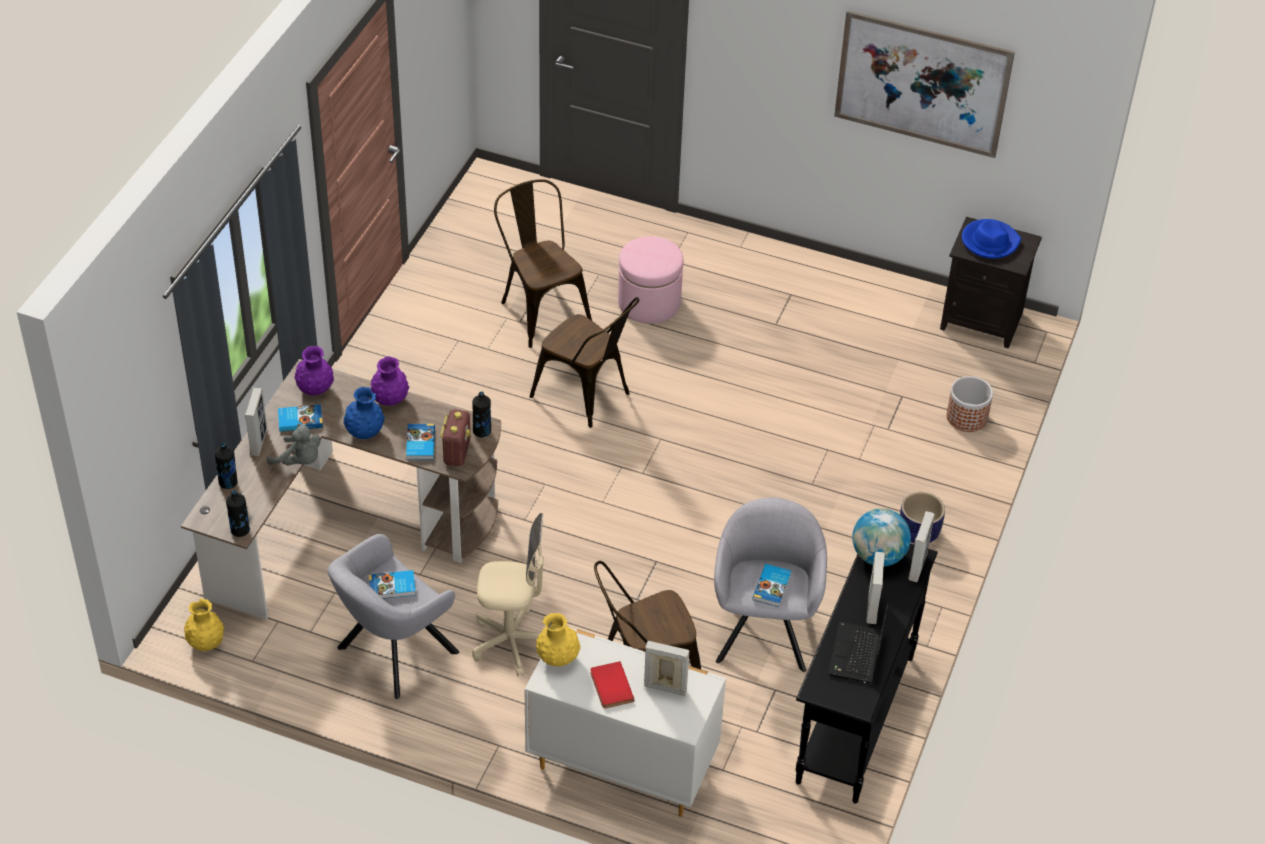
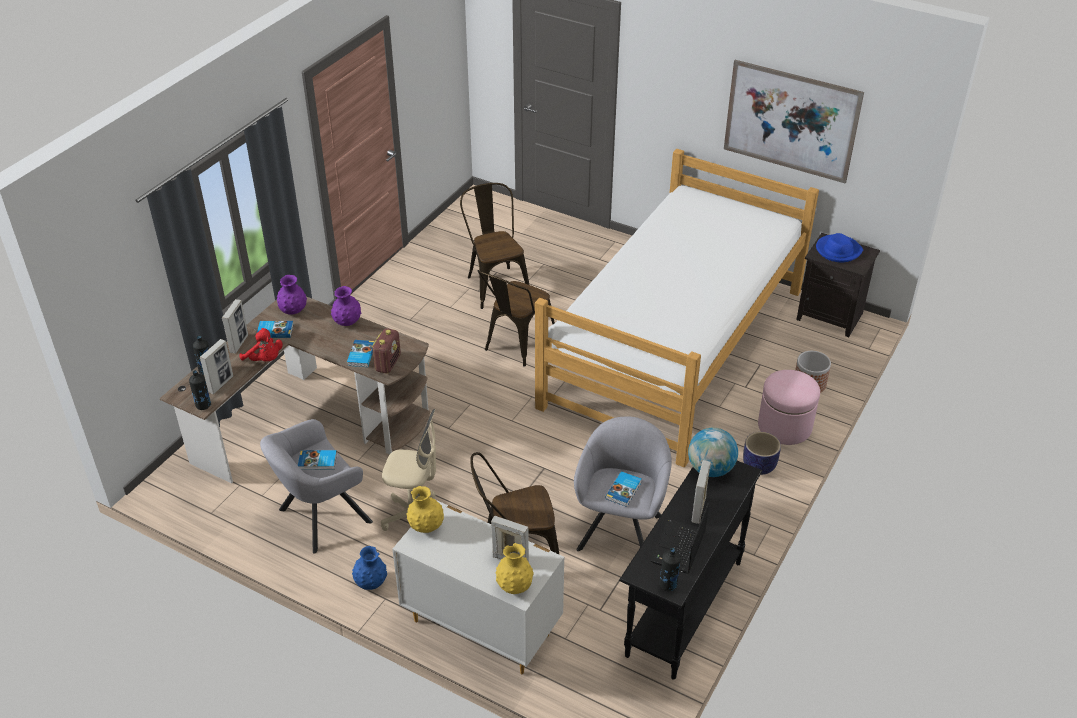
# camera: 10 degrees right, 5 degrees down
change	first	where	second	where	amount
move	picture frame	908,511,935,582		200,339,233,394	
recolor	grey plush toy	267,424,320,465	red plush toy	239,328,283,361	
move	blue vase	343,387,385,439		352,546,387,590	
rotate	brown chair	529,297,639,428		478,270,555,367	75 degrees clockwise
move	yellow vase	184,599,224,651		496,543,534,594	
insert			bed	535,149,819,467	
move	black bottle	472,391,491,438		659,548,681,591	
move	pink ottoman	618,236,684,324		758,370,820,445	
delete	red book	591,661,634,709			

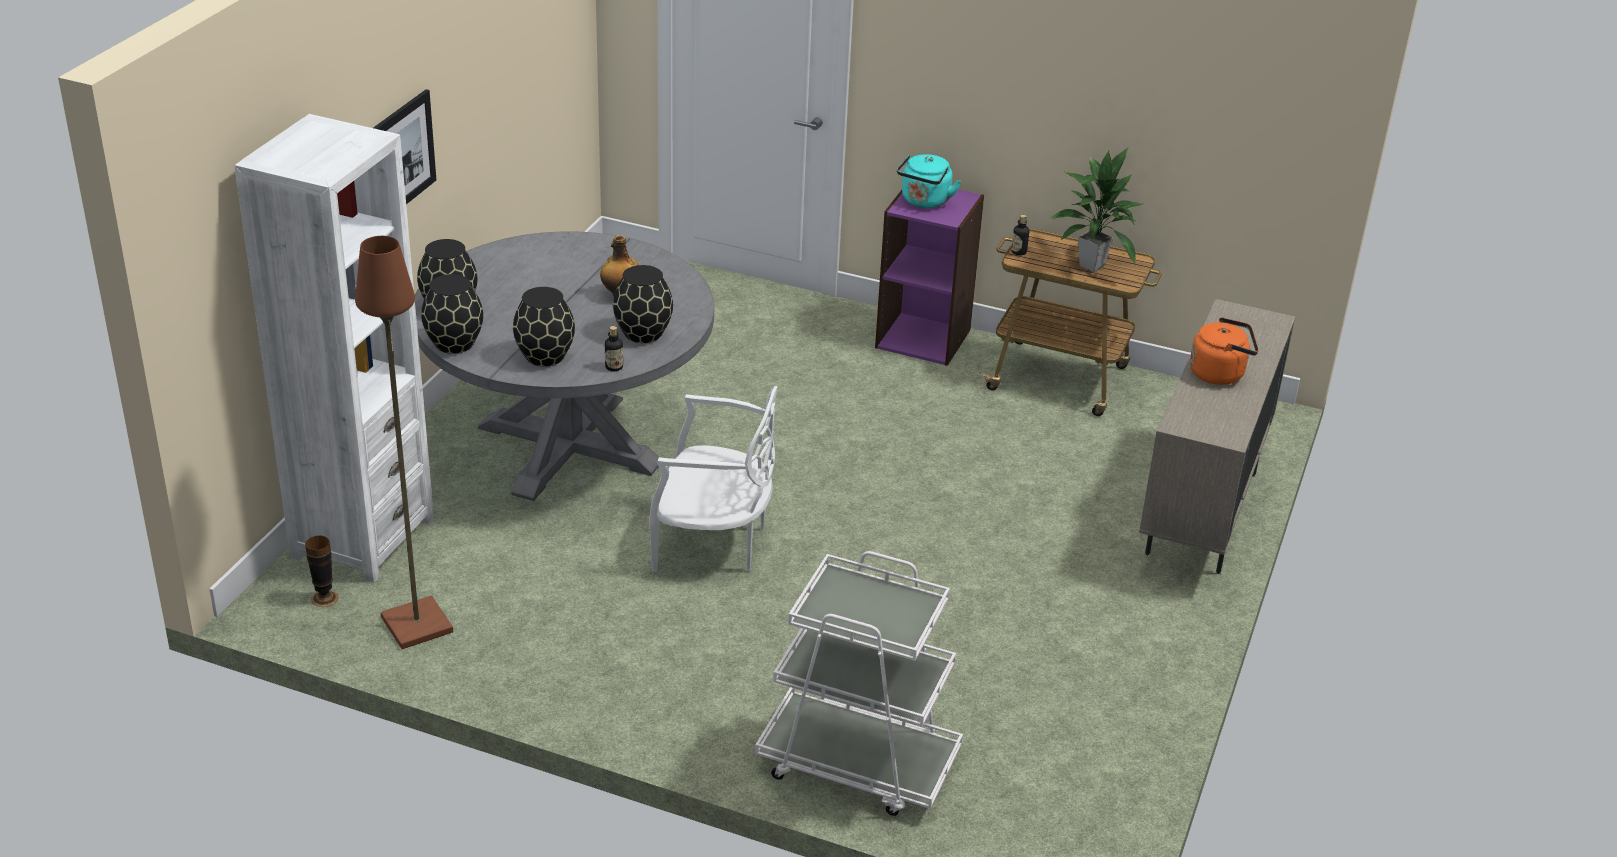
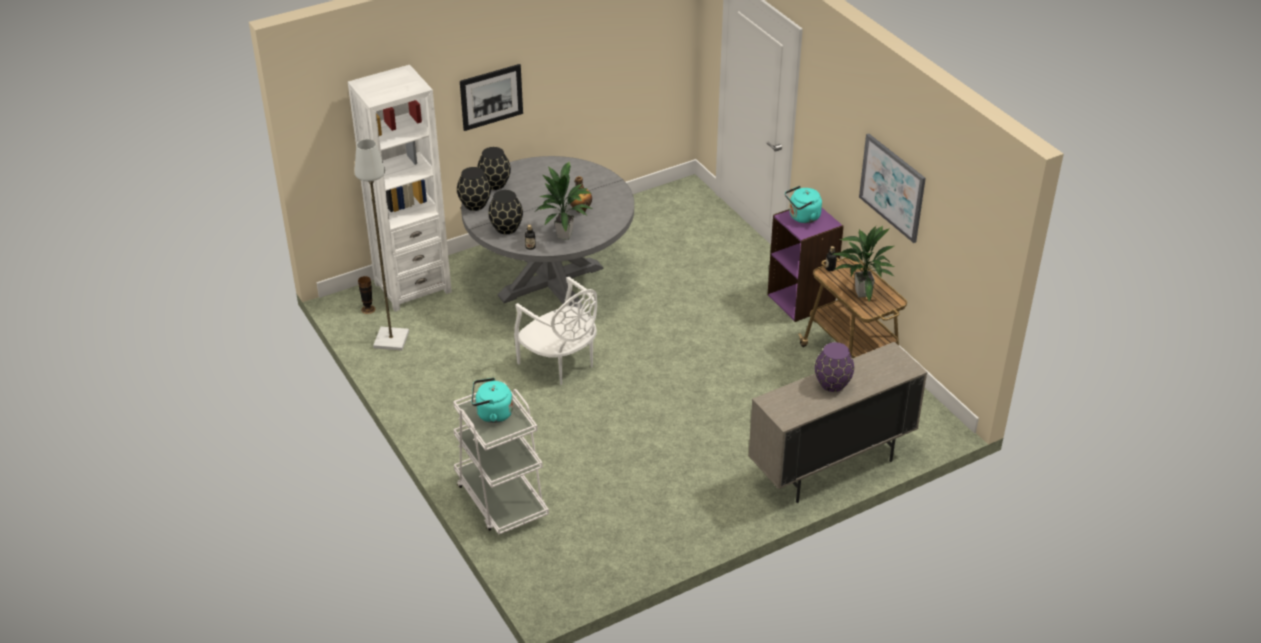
# camera: 40 degrees right, 5 degrees up
change	first	where	second	where	amount
recolor	brown floor lamp	355,236,453,649	grey floor lamp	354,139,409,351	
insert			turquoise kettle	472,378,513,423	
replace	black vase	613,265,673,343	potted plant	534,161,592,240	
replace	orange kettle	1190,317,1259,385	purple vase	815,342,854,392	
insert			picture	859,134,926,243	

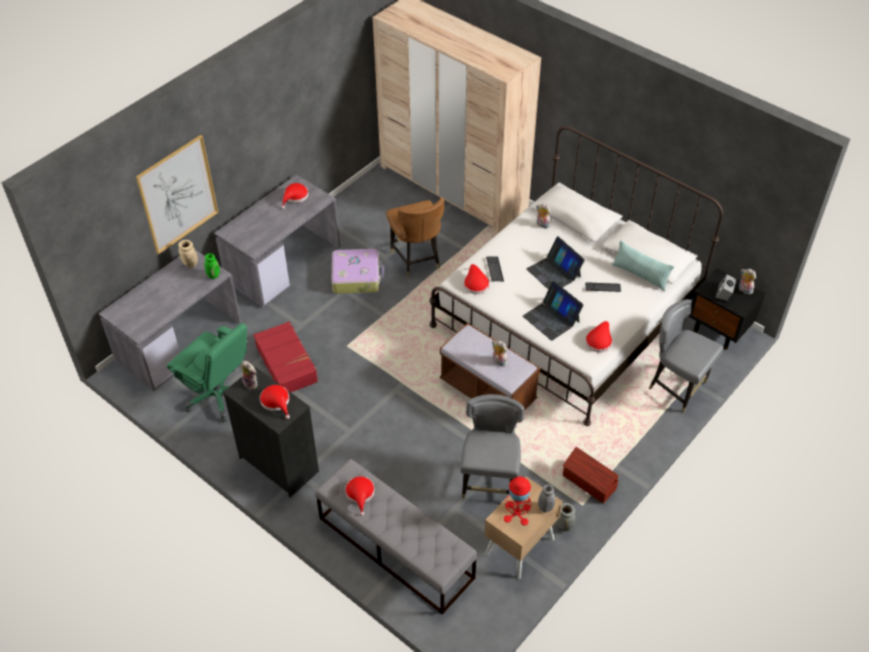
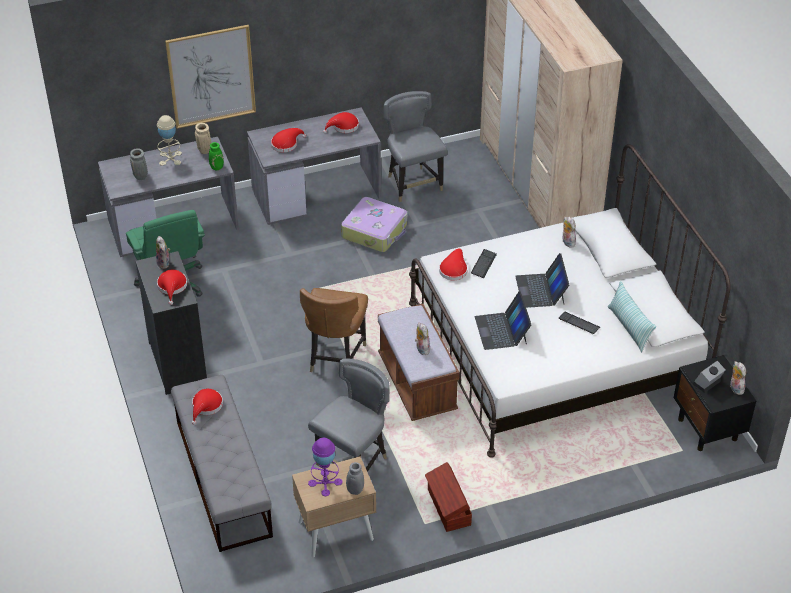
# camera: 30 degrees right, 5 degrees down
change	first	where	second	where	amount
move	grey vase	556,503,576,531		130,148,148,180	
insert			beige table lamp	157,115,182,166	
move	red hat	585,321,612,352		271,128,306,152	
move	brown chair	386,198,444,277		300,288,368,372	
recolor	red table lamp	504,477,531,525	purple table lamp	308,438,343,496	
move	grey chair	649,299,724,413		384,91,448,202	
delete	red suitcase	253,321,318,392			

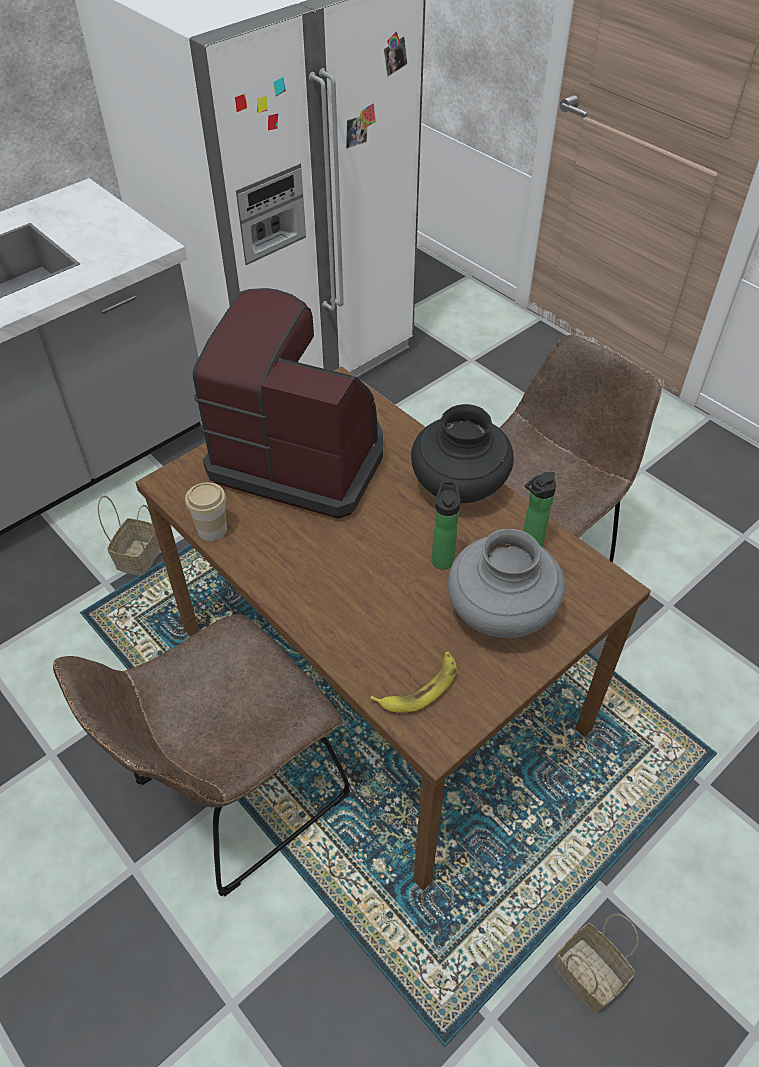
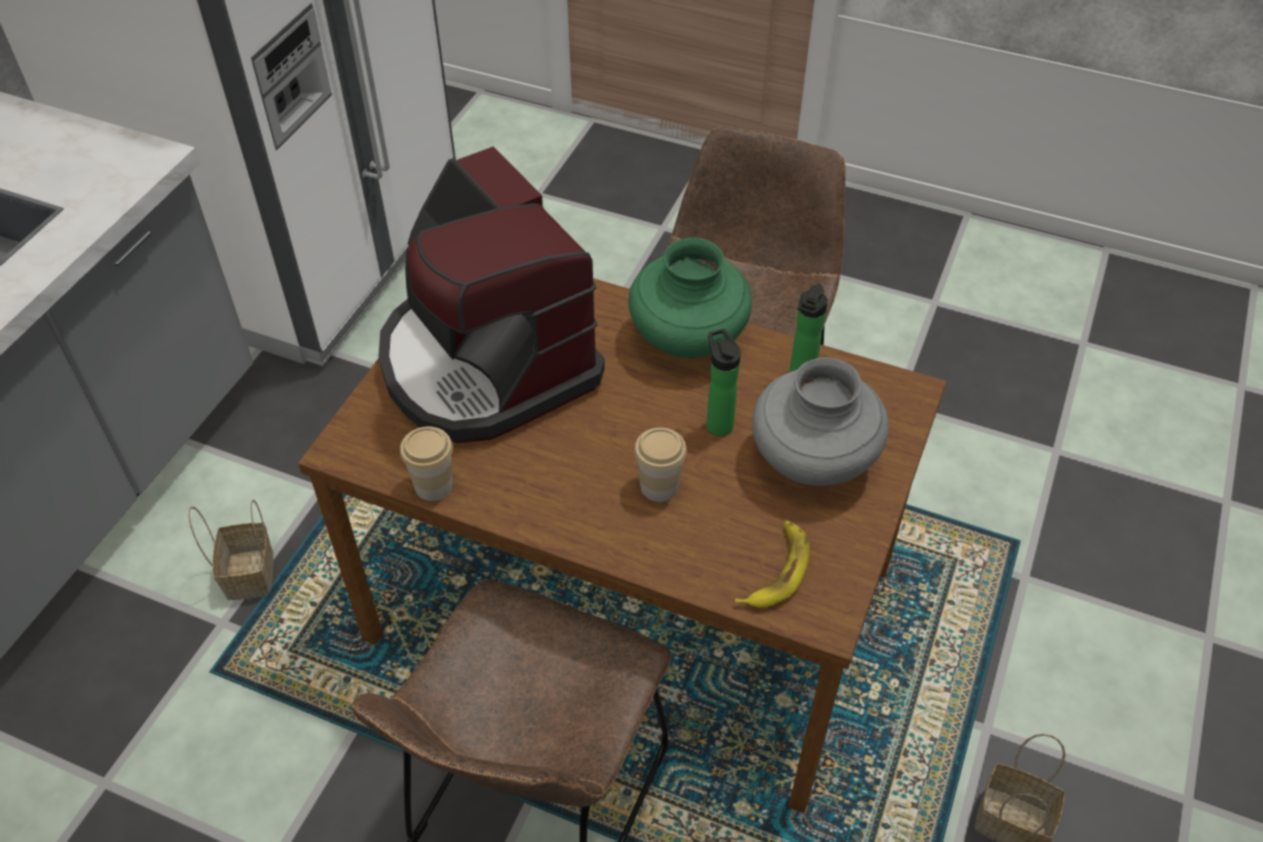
# camera: 25 degrees left, 0 degrees up
change	first	where	second	where	amount
rotate	coffee machine	193,288,383,519		378,146,605,443	120 degrees counterclockwise
recolor	black vase	411,404,514,503	green vase	628,238,752,358	
insert			cup	634,427,687,502	

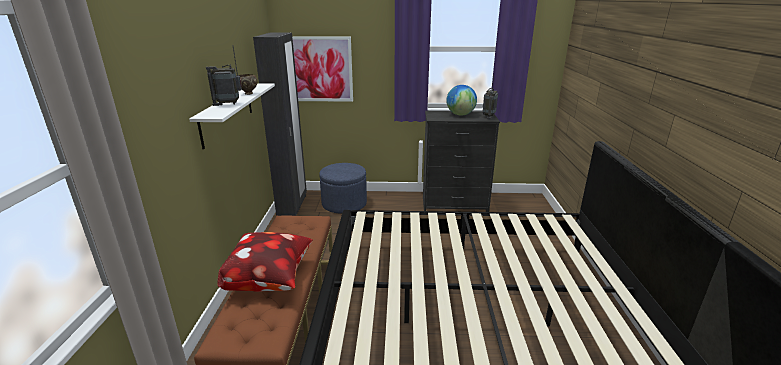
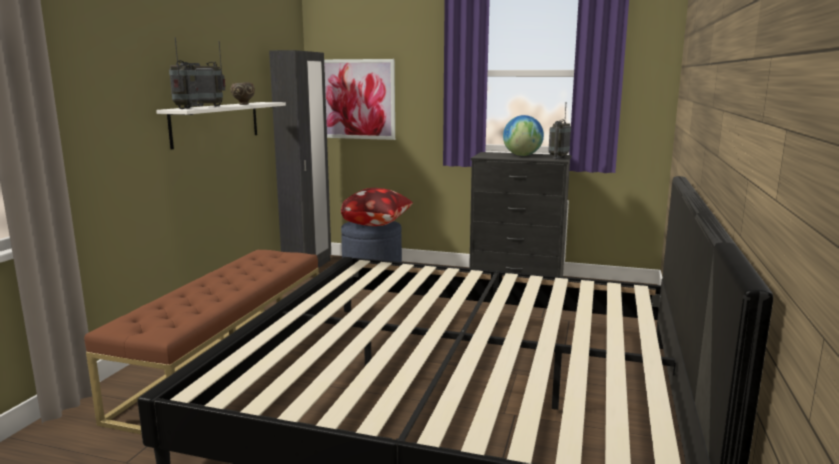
# camera: 15 degrees right, 10 degrees down
change	first	where	second	where	amount
insert			radio	169,37,199,109	
move	pillow	217,232,313,292		341,188,413,226	

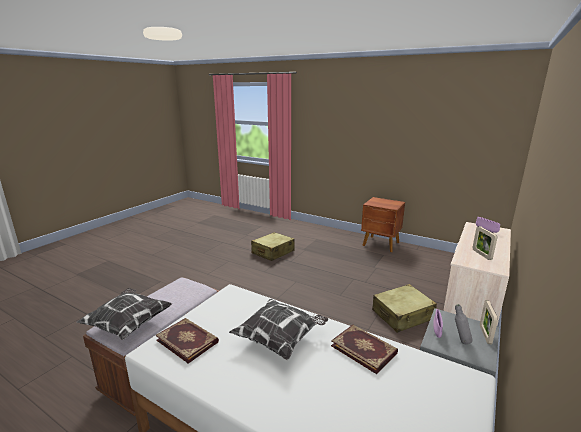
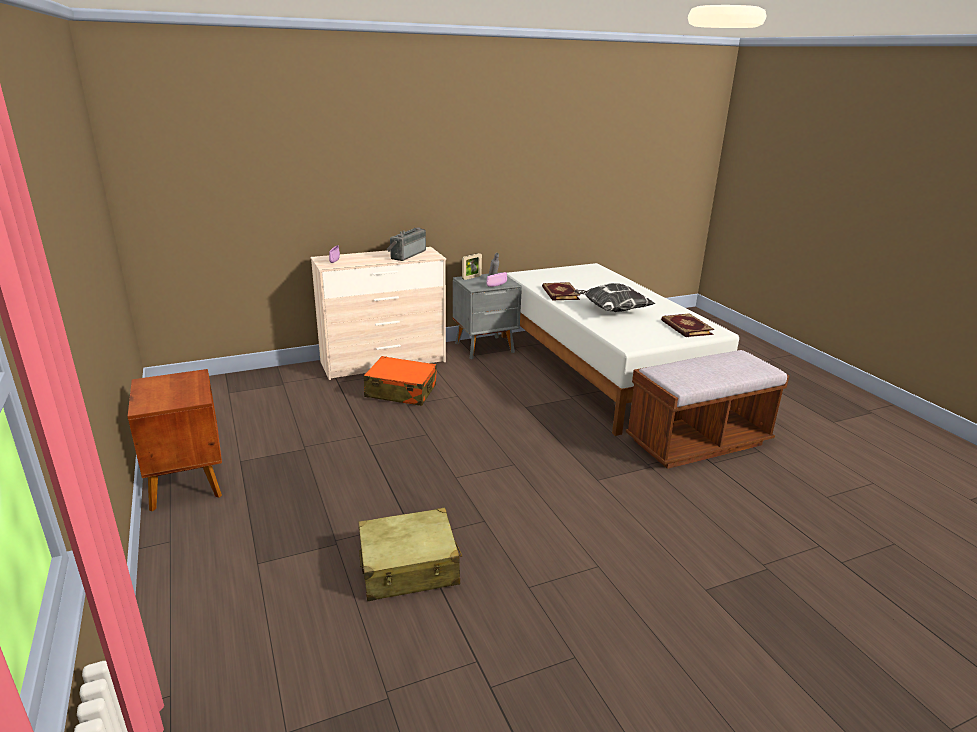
# camera: 145 degrees left, 5 degrees up
change	first	where	second	where	amount
recolor	beige suitcase	372,284,437,333	orange suitcase	364,356,437,406	
replace	picture frame	473,226,497,260	radio	387,228,426,261	
delete	pillow	77,288,172,340			

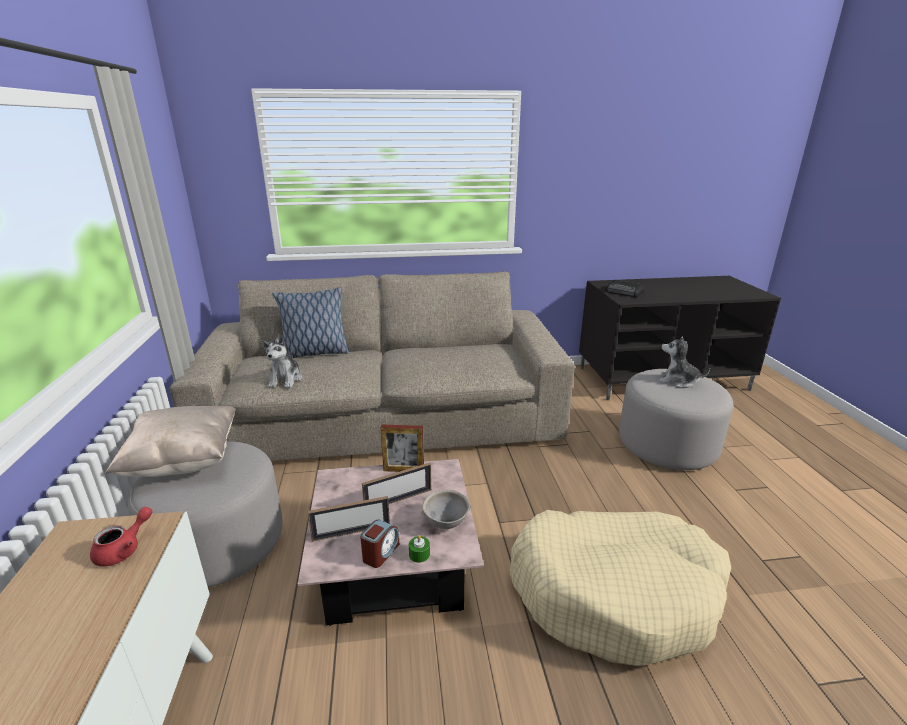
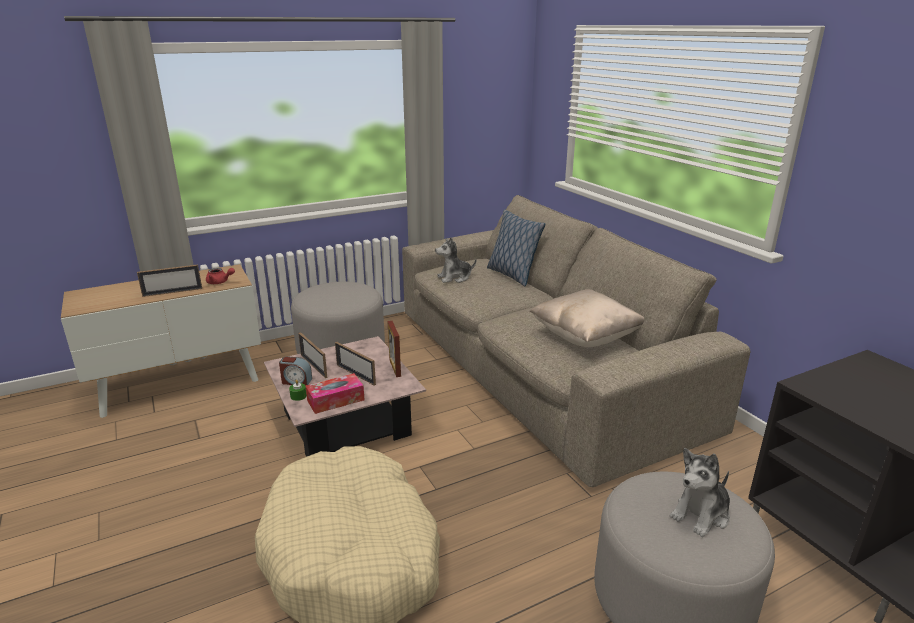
# camera: 70 degrees right, 0 degrees up
change	first	where	second	where	amount
insert			picture frame	137,265,202,297	
replace	grey bowl	421,490,472,529	tissue box	306,373,365,414	
move	beige pillow	105,406,236,477		529,289,644,347	
rotate	plush toy	659,336,710,388		670,448,730,537	135 degrees counterclockwise
delete	radio	605,280,644,297			

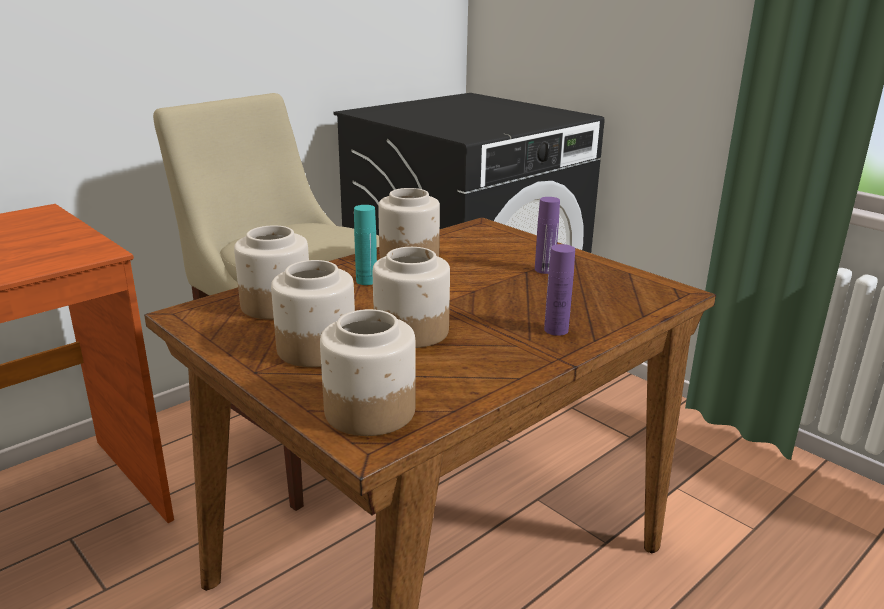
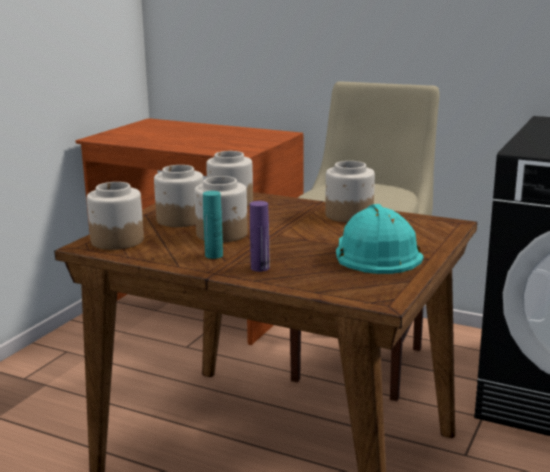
# camera: 70 degrees right, 5 degrees down
change	first	where	second	where	amount
move	turquoise bottle	354,205,377,285		203,191,223,259	
replace	purple bottle	535,197,560,274	turquoise hard hat	336,204,423,274	

